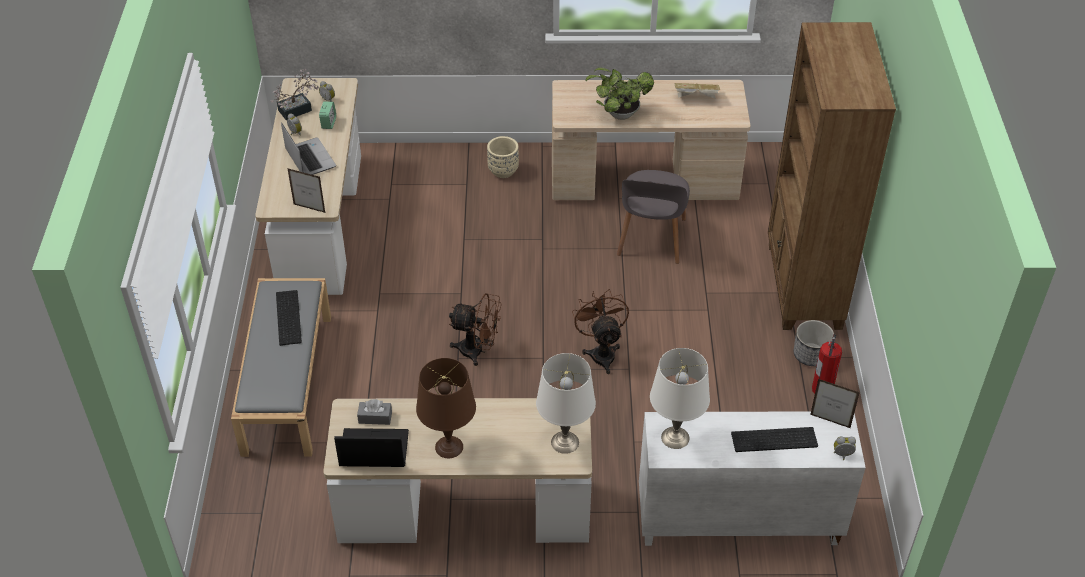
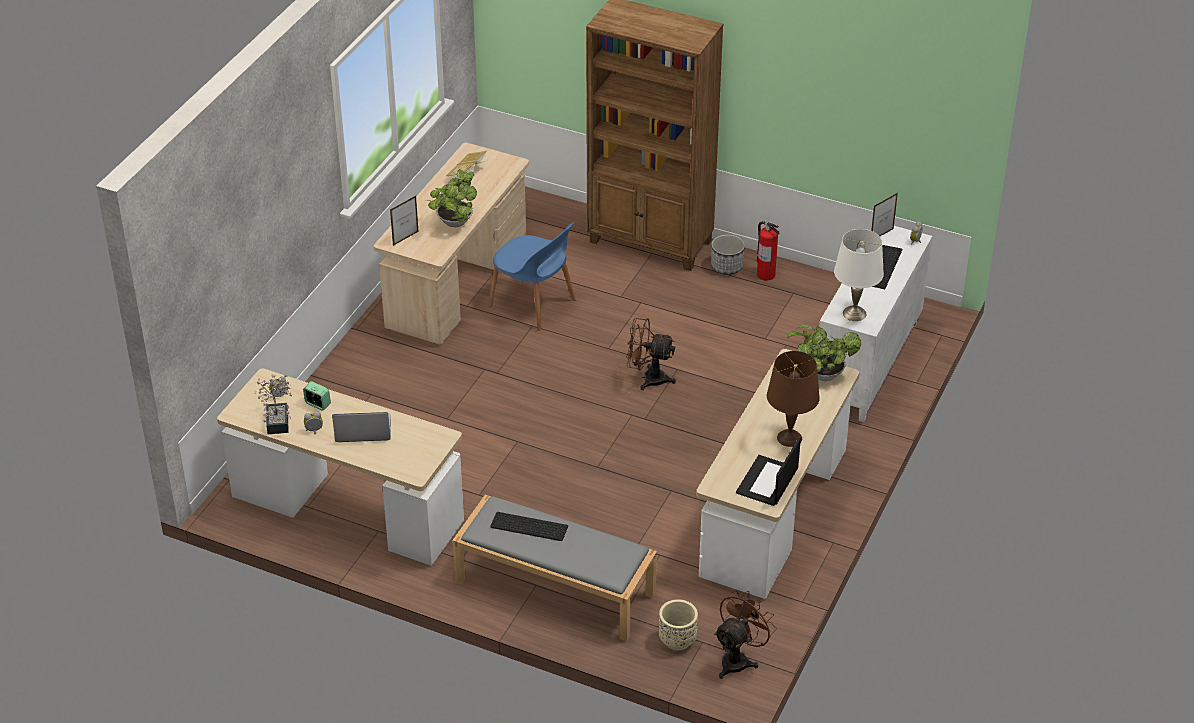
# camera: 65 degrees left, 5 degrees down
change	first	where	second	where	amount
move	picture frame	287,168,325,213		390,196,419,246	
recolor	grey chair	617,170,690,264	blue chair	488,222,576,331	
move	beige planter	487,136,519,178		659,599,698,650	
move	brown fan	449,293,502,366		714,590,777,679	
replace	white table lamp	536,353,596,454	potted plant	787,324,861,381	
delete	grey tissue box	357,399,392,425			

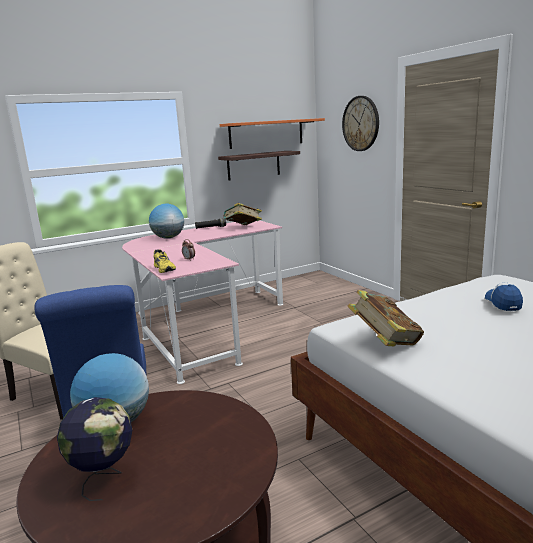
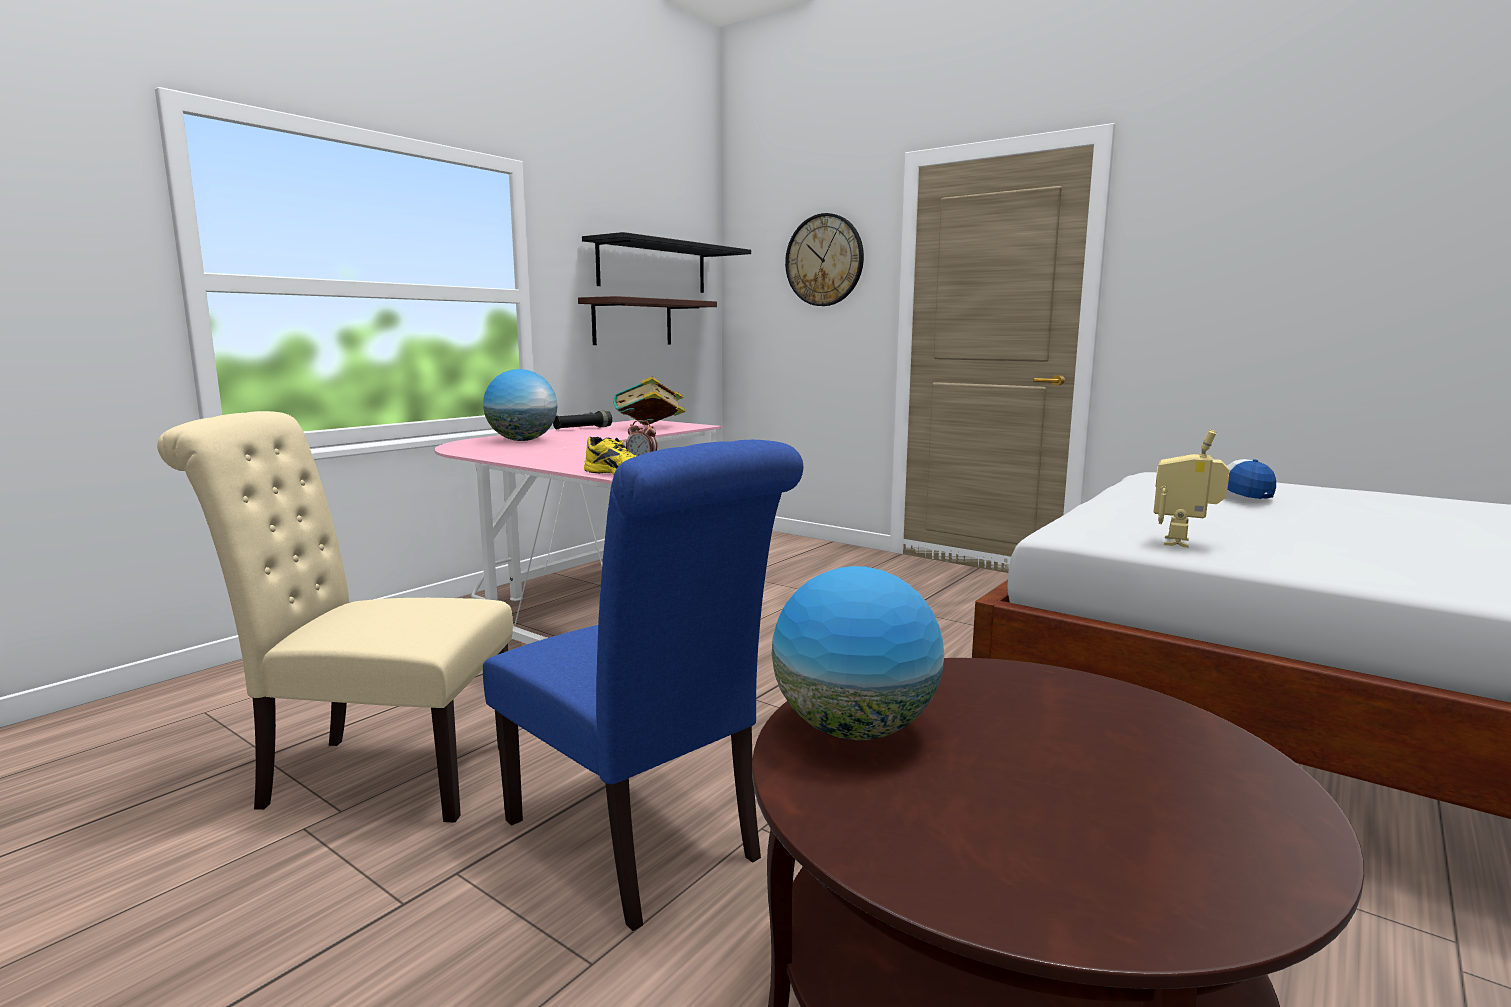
# camera: 25 degrees left, 5 degrees down
change	first	where	second	where	amount
recolor	orange shelf	220,118,325,149	black shelf	582,232,751,293	
replace	book	348,290,424,346	toy robot	1154,429,1229,548	
delete	globe	57,397,132,501			

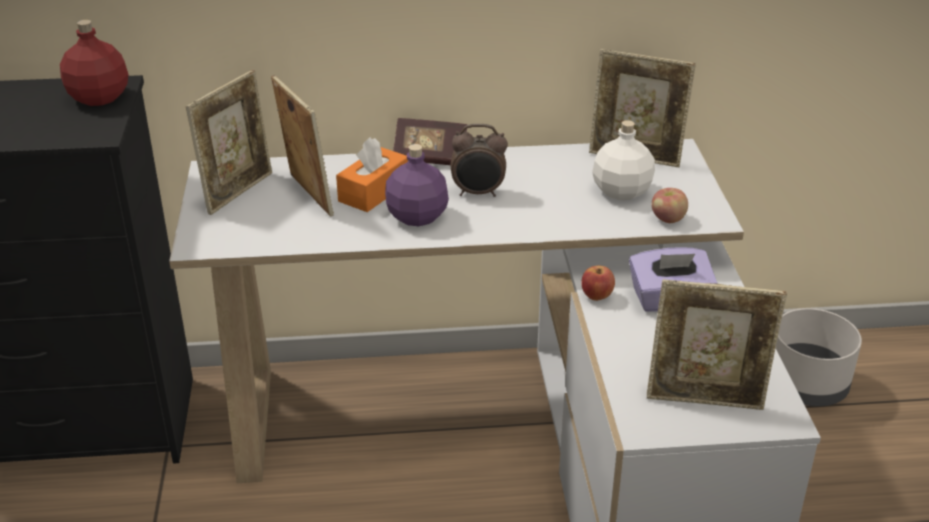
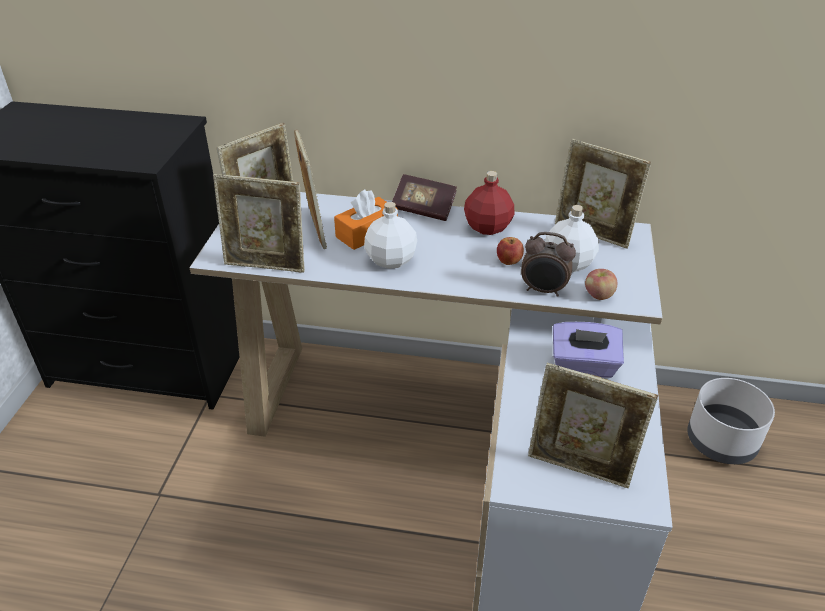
# camera: 15 degrees right, 5 degrees up
change	first	where	second	where	amount
insert			picture frame	213,174,305,273	
recolor	purple bottle	385,144,449,226	white bottle	364,202,417,269	
move	red bottle	60,20,128,106		464,171,515,235	
move	apple	581,266,615,301		497,237,524,265	
move	alarm clock	451,124,508,197		521,232,576,297	

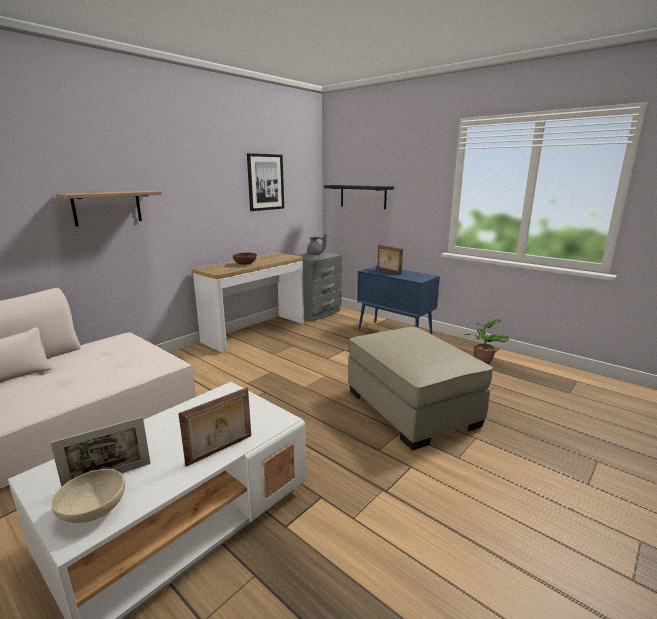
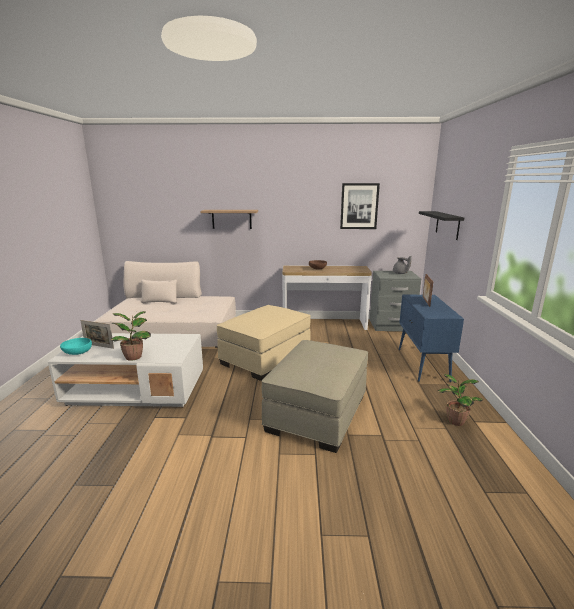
# camera: 50 degrees right, 0 degrees up
change	first	where	second	where	amount
recolor	beige bowl	51,469,125,523	turquoise bowl	60,338,92,355	
replace	picture frame	178,387,251,466	potted plant	111,311,151,361	
insert			beige ottoman	217,305,311,381	

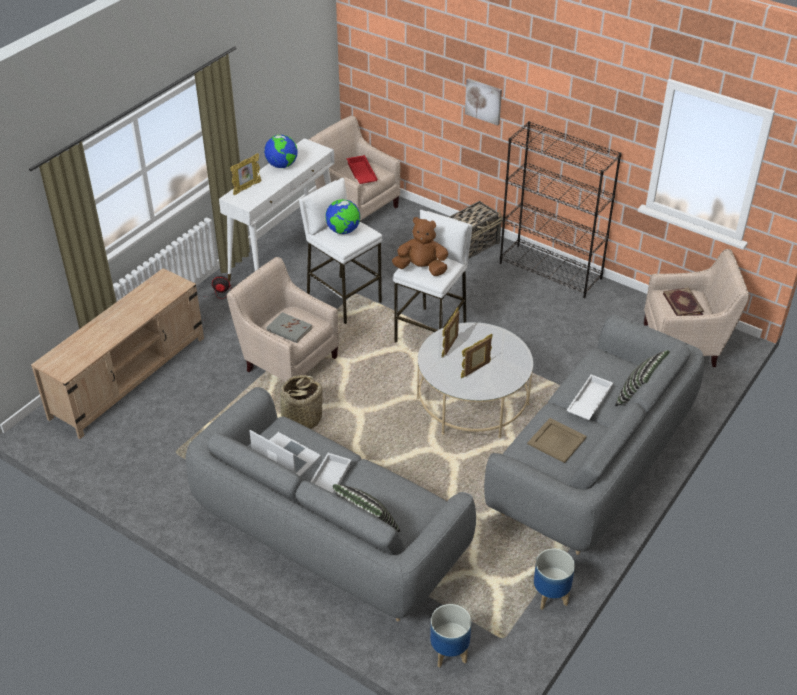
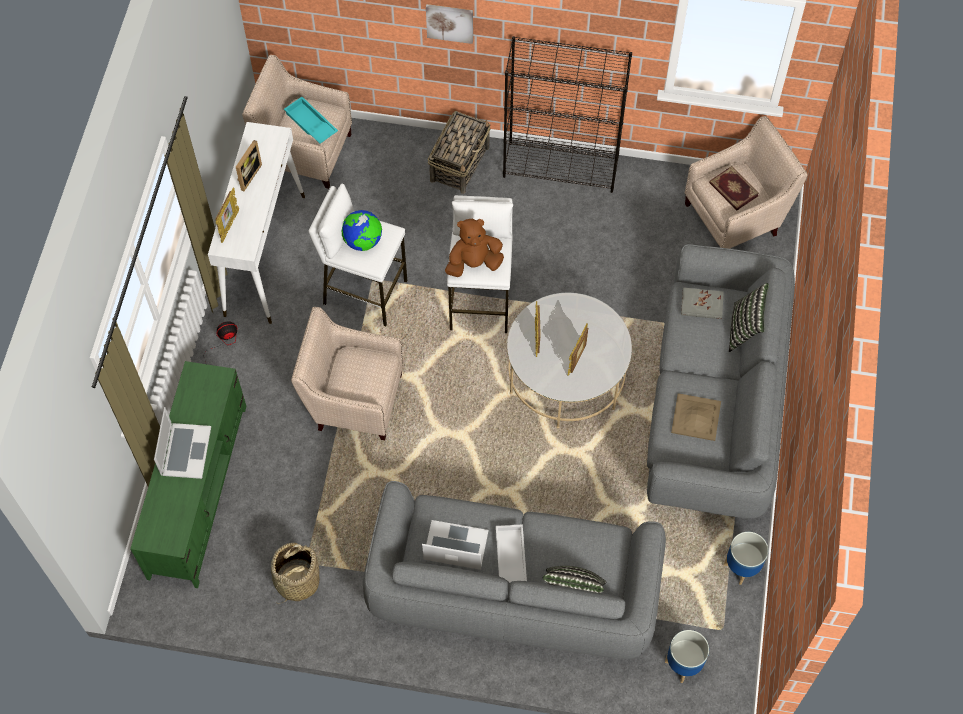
# camera: 25 degrees left, 20 degrees up
change	first	where	second	where	amount
recolor	beige tv stand	31,268,204,439	green tv stand	130,361,247,588	
insert			laptop	154,407,211,479	
replace	globe	264,135,298,168	picture frame	236,140,262,191	
move	basket	280,375,323,429		271,543,319,604	
recolor	red tray	347,155,378,184	turquoise tray	284,97,338,144	
move	grey book	267,312,312,343		681,287,724,319	
delete	white tray	566,375,613,420			

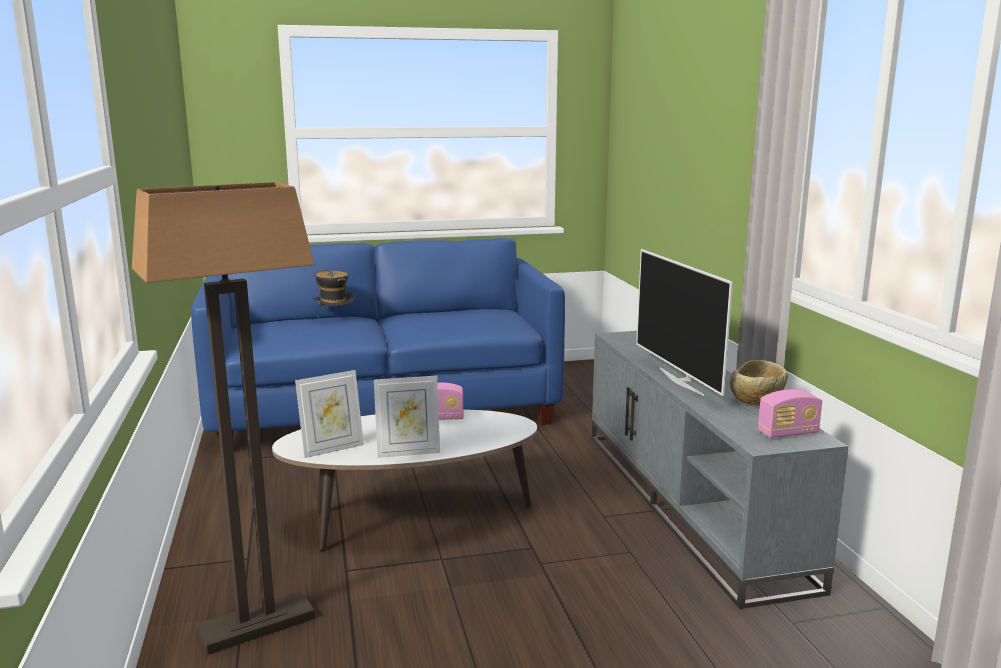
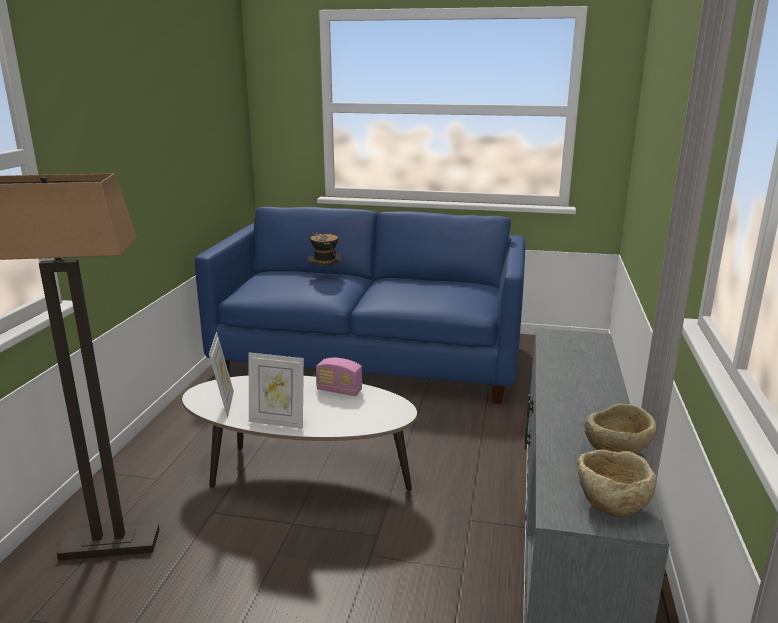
# camera: 25 degrees right, 5 degrees up
change	first	where	second	where	amount
rotate	picture frame	295,370,364,458		209,332,234,417	90 degrees counterclockwise
replace	radio	758,389,822,438	beige bowl	577,450,656,517	
delete	television	636,249,733,396			

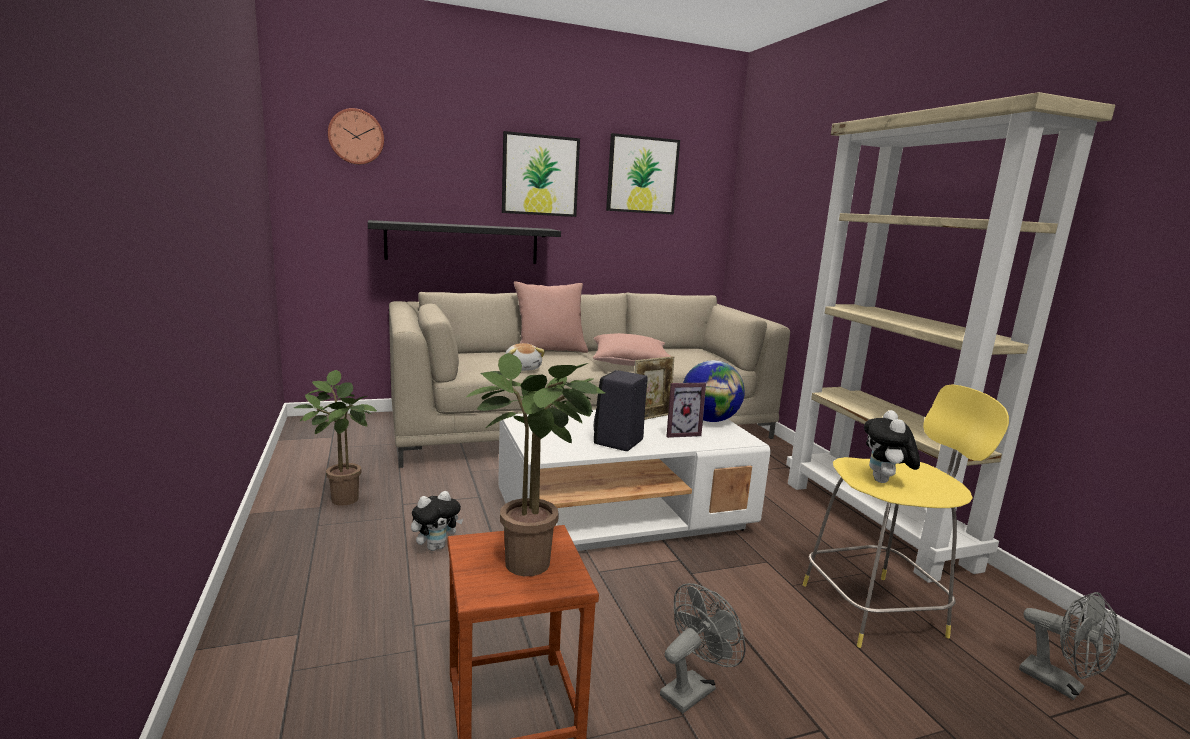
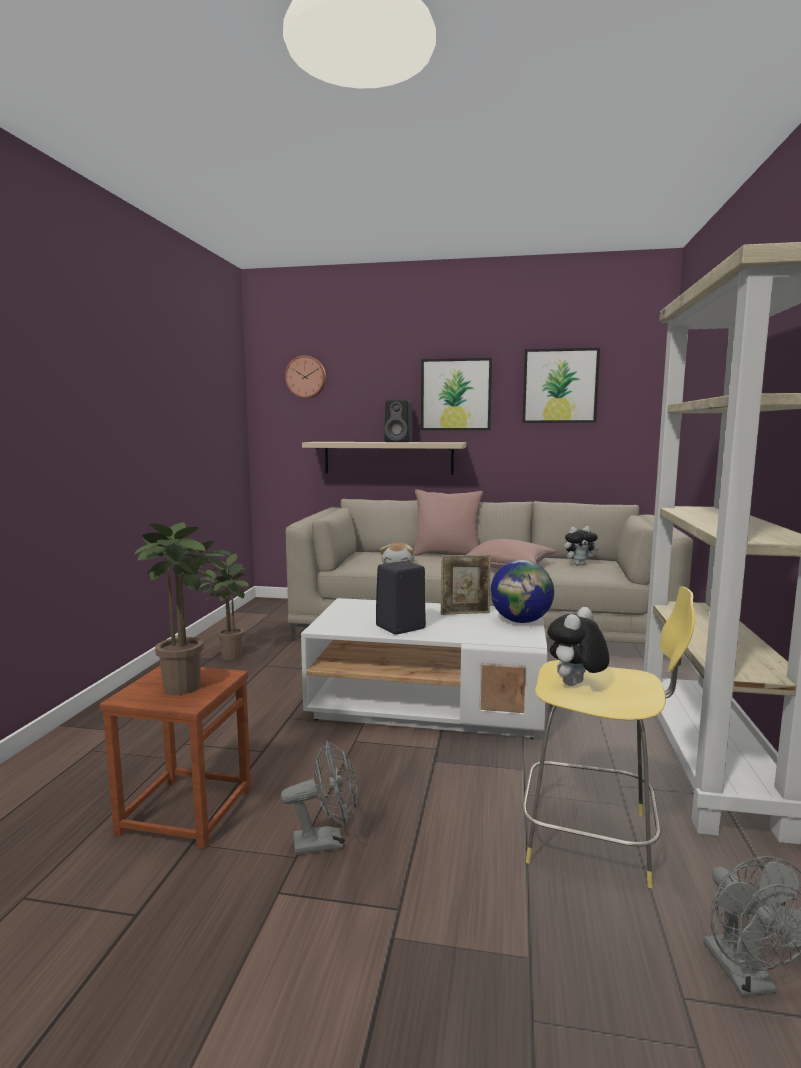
# camera: 30 degrees right, 5 degrees down
change	first	where	second	where	amount
recolor	black shelf	368,220,561,264	beige shelf	302,442,466,475	
insert			black speaker	384,400,413,442	
move	plush toy	411,491,463,551		564,526,599,566	
delete	picture frame	666,383,706,438			

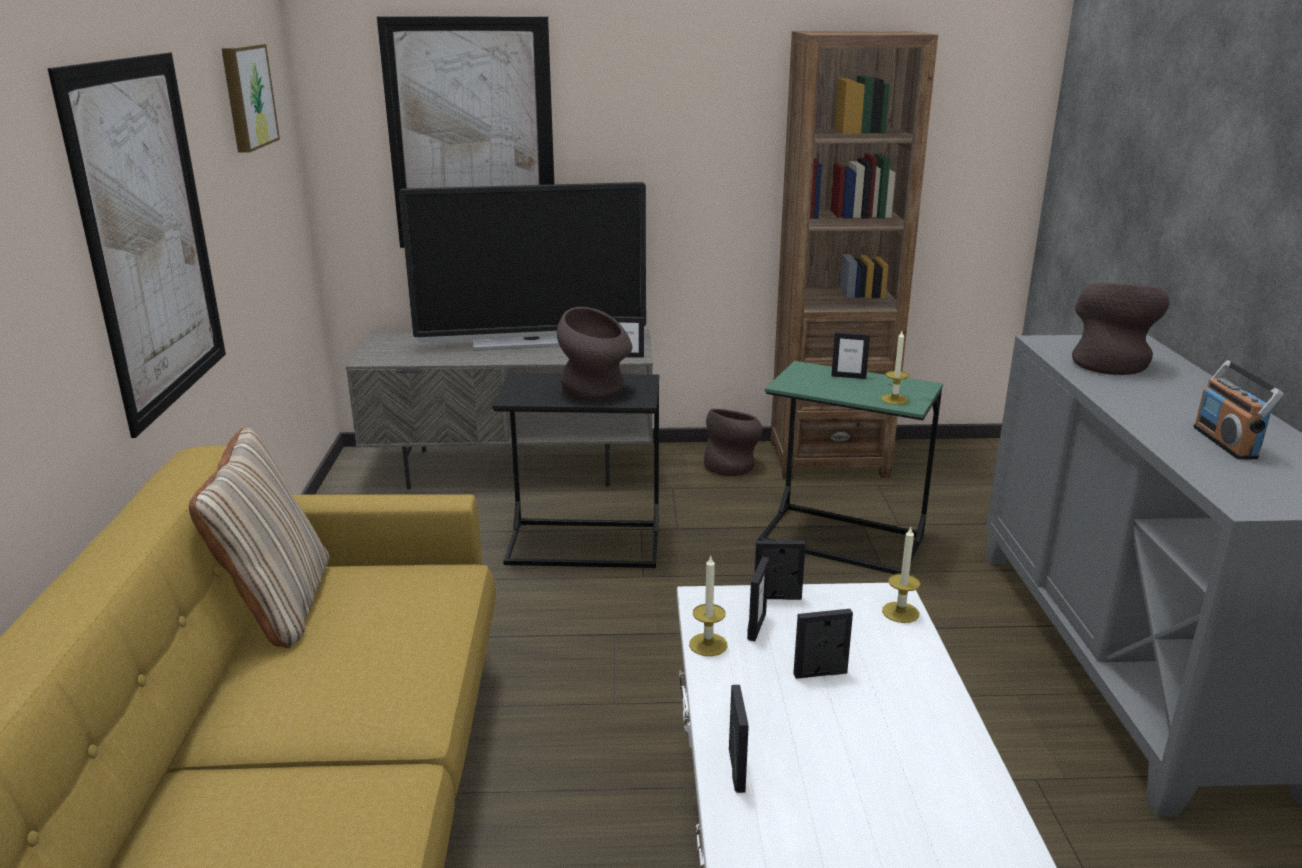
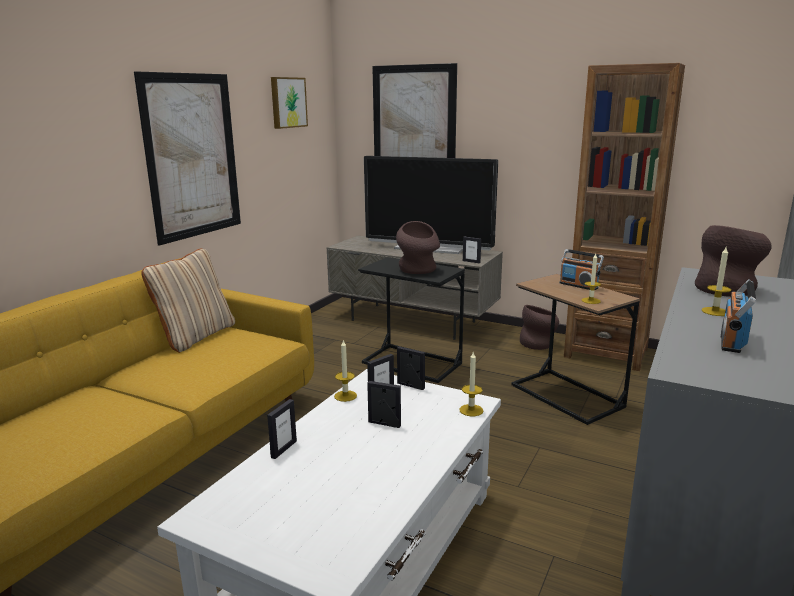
# camera: 30 degrees right, 5 degrees down
change	first	where	second	where	amount
recolor	green side table	758,361,943,574	brown side table	511,274,640,425	
replace	picture frame	831,331,870,379	radio	559,249,604,291	
insert			candle	702,247,731,316	

